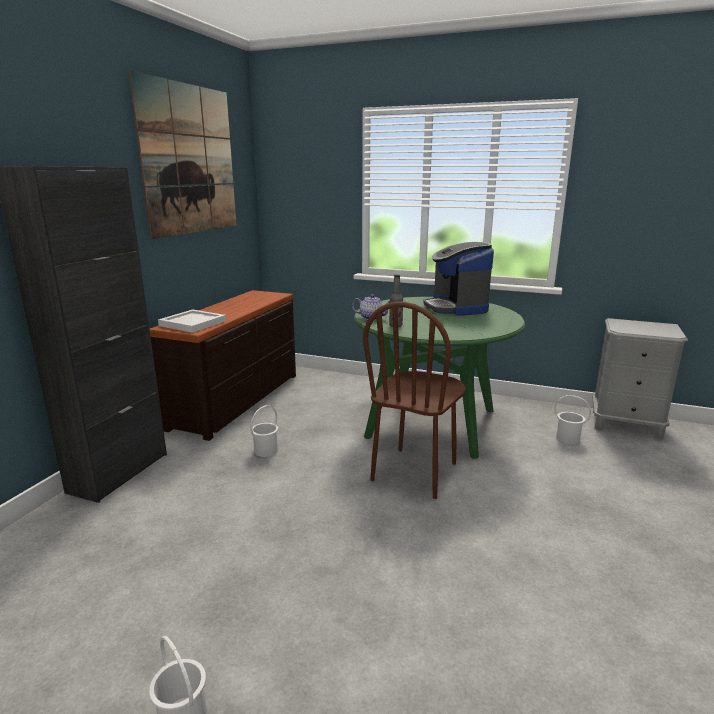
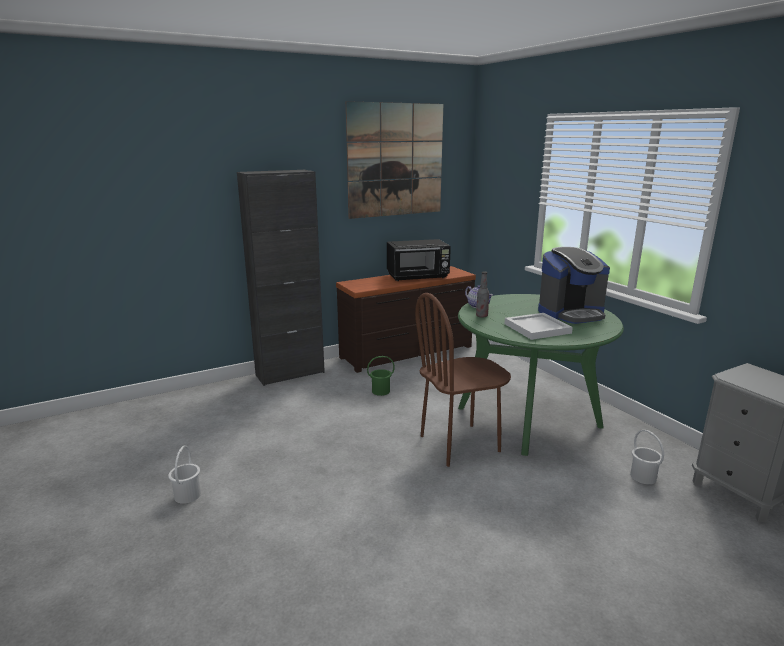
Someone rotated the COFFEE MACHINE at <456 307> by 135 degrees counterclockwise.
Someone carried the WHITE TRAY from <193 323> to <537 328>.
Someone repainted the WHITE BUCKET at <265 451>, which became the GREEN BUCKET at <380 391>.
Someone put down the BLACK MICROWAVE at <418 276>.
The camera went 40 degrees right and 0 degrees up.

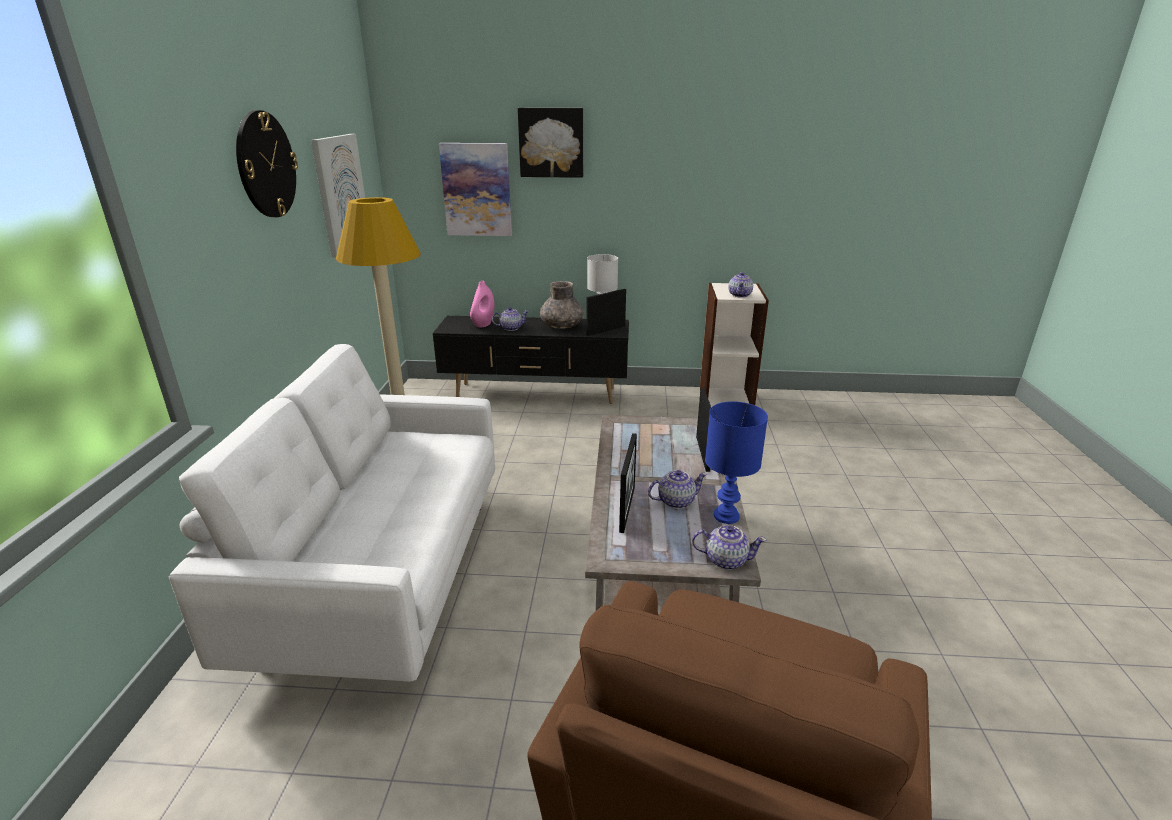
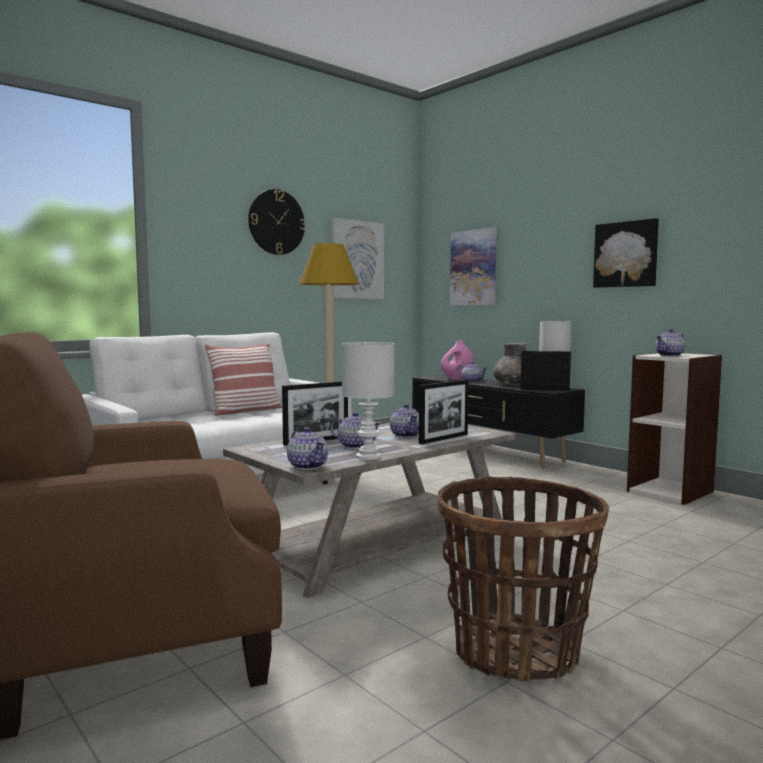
Someone carried the PICTURE from <551 142> to <626 254>.
Someone repainted the BLUE TABLE LAMP at <725 516>, which became the WHITE TABLE LAMP at <367 457>.
Someone put down the PILLOW at <245 411>.
Someone put down the TEAPOT at <406 435>.
Someone put down the BASKET at <516 651>.
The camera went 45 degrees right and 20 degrees down.

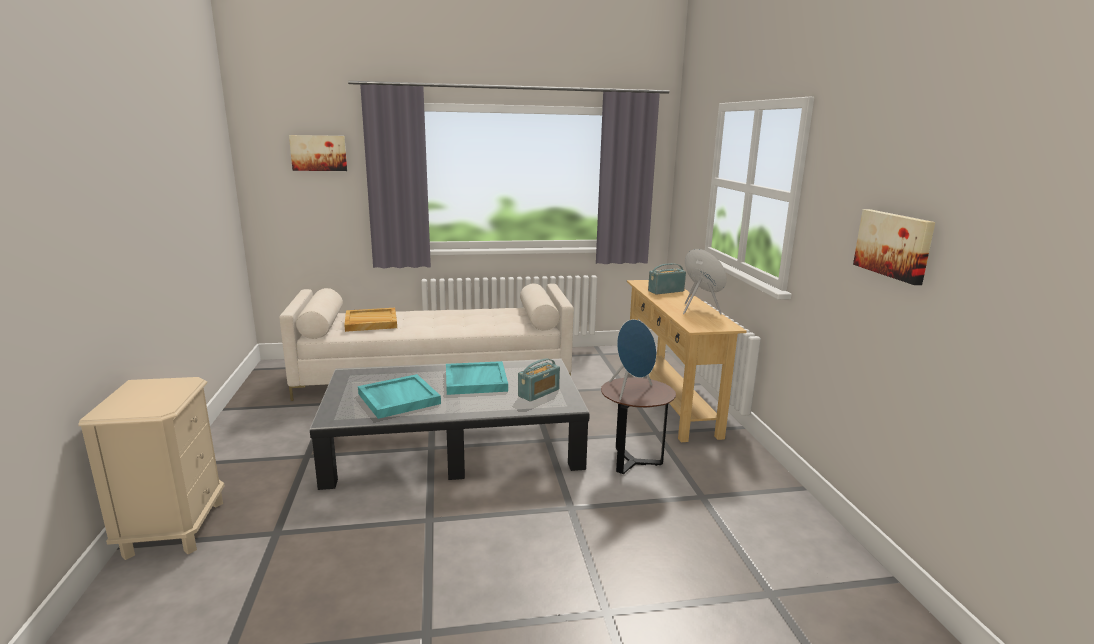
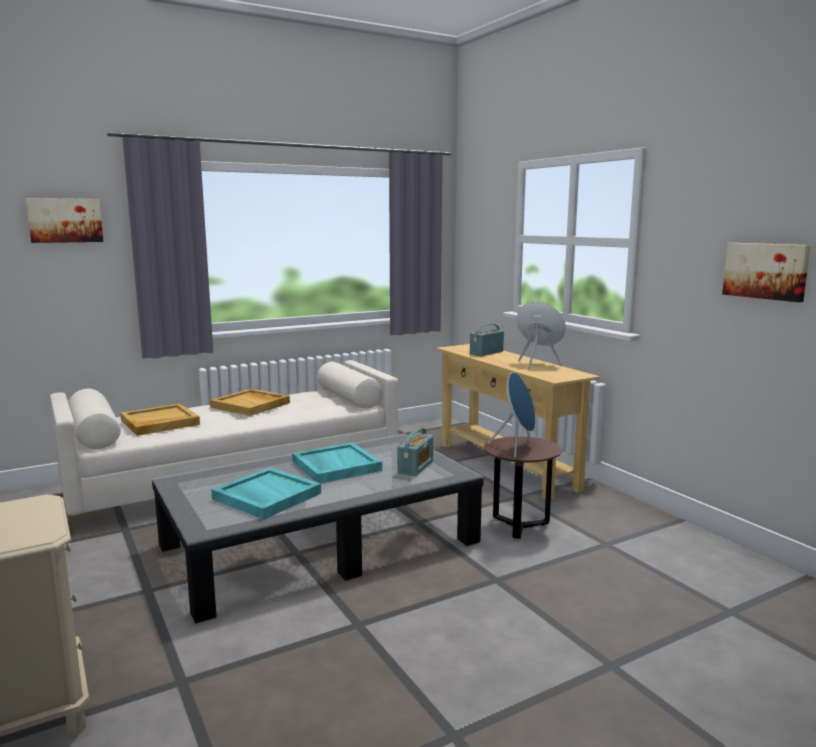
Someone put down the BEIGE TRAY at <251 405>.
The camera went 20 degrees left and 5 degrees down.

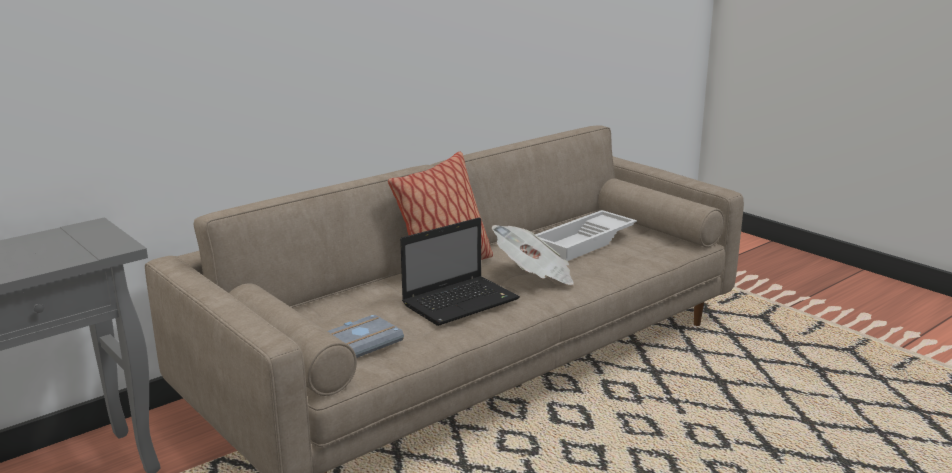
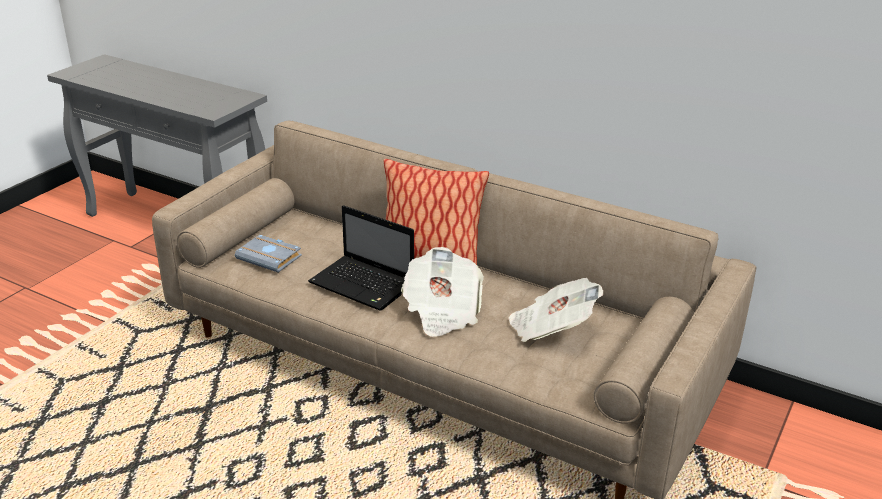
Someone swapped the WHITE TRAY at <585 243> for the NEWSPAPER at <551 329>.
The camera went 70 degrees right and 10 degrees up.

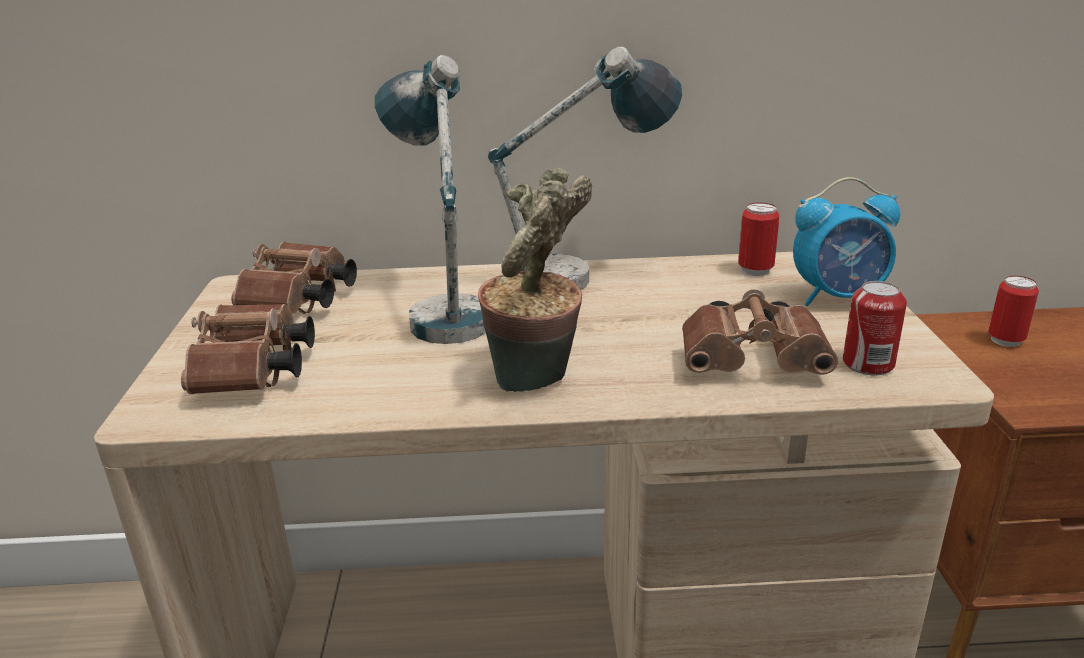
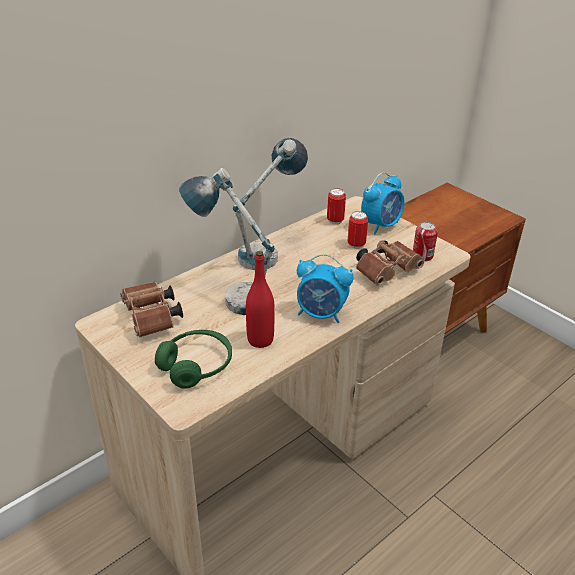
Someone swapped the POTTED PLANT at <537 381> for the ALARM CLOCK at <321 314>.
Someone carried the CAN from <1005 340> to <356 245>.
Someone swapped the BROWN BINOCULARS at <253 373> for the GREEN HEADPHONES at <196 365>.
Someone put down the RED BOTTLE at <260 340>.
The camera went 40 degrees left and 10 degrees up.

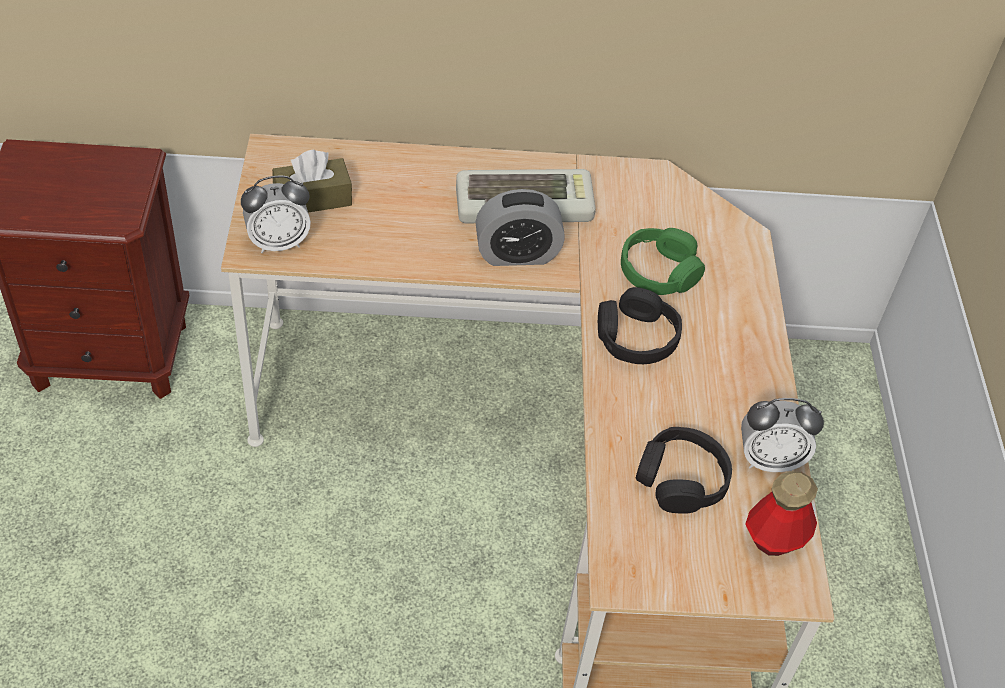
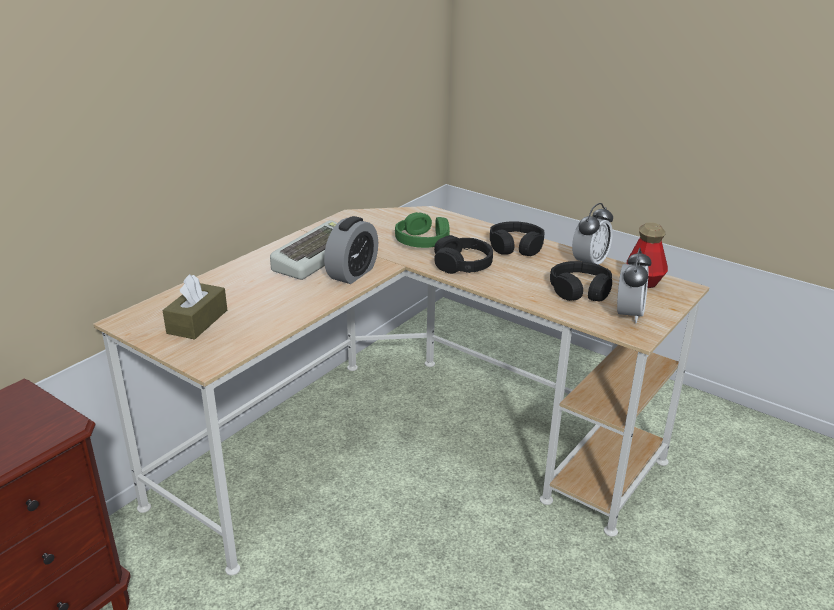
Someone carried the ALARM CLOCK from <278 242> to <628 315>.
Someone put down the BLACK HEADPHONES at <516 247>.
The camera went 50 degrees left and 20 degrees down.

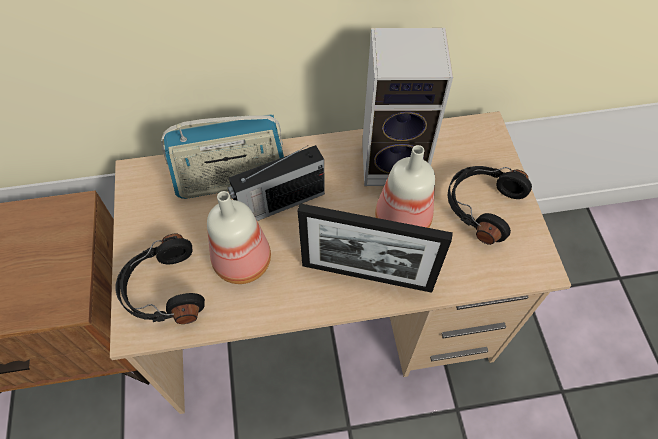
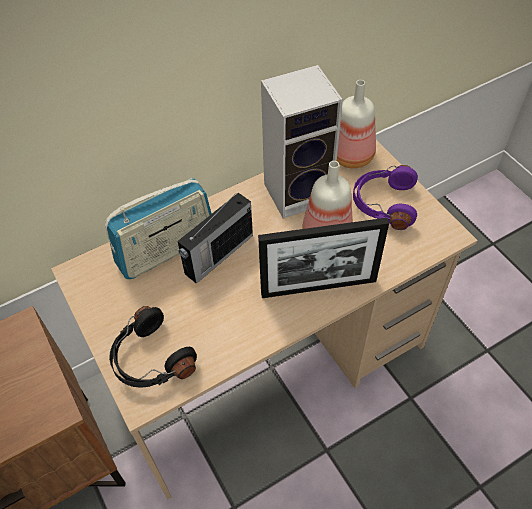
Someone repainted the BLACK HEADPHONES at <481 206>, which became the PURPLE HEADPHONES at <383 204>.
Someone carried the BOTTLE from <244 260> to <352 155>.
The camera went 20 degrees left and 5 degrees down.

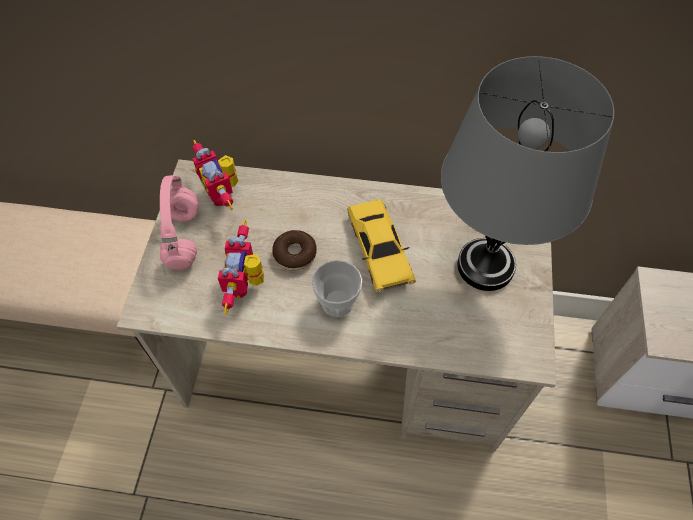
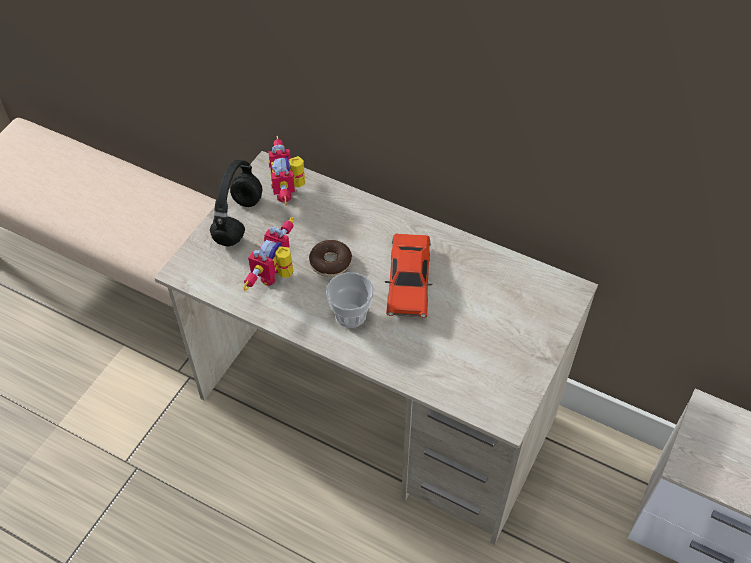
Someone took away the GREY TABLE LAMP at <485 266>.
Someone repainted the PINK HEADPHONES at <184 239>, which became the BLACK HEADPHONES at <239 221>.
Someone repainted the YELLOW TOY CAR at <379 251>, which became the RED TOY CAR at <408 282>.
The camera went 20 degrees right and 5 degrees down.

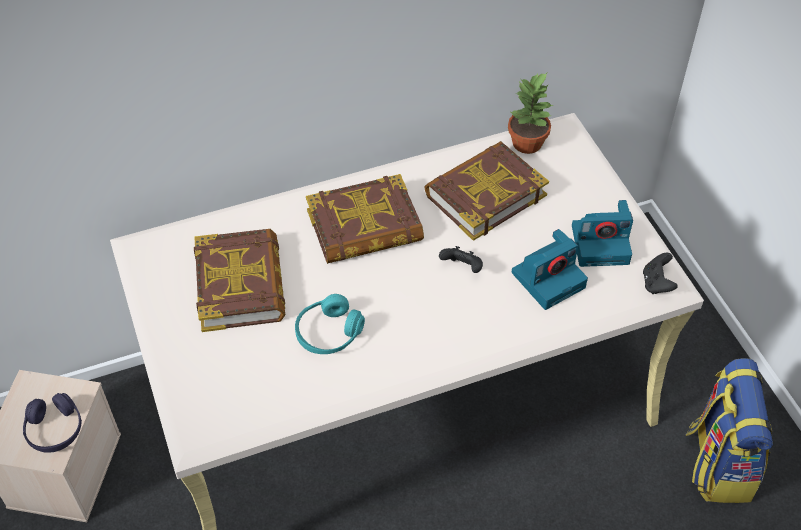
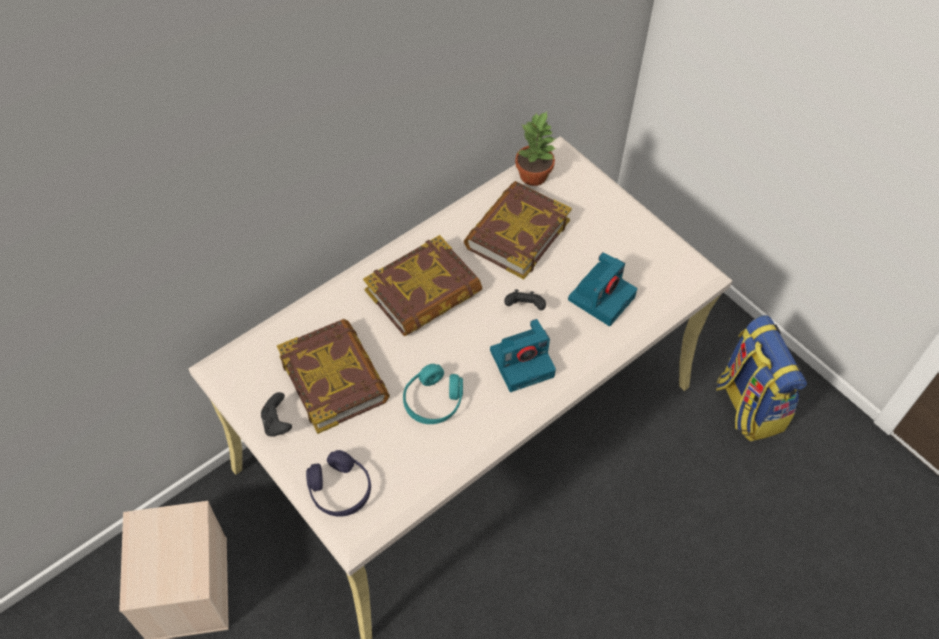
Someone carried the PHOTO CAMERA from <601 243> to <523 362>.
Someone carried the BLACK GAME CONTROLLER from <656 283> to <277 423>.
Someone carried the PURPLE HEADPHONES from <55 429> to <340 490>.
The camera went 20 degrees left and 5 degrees up.

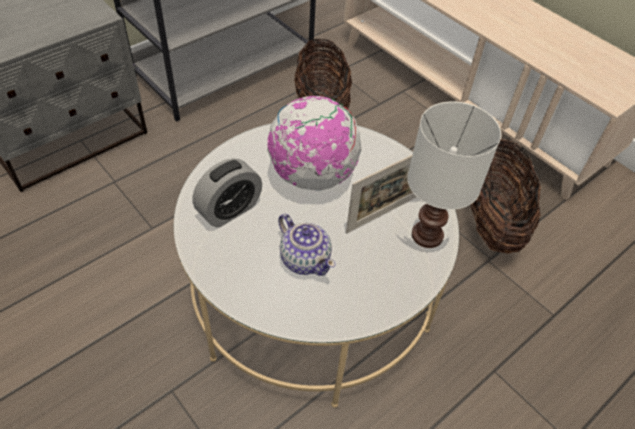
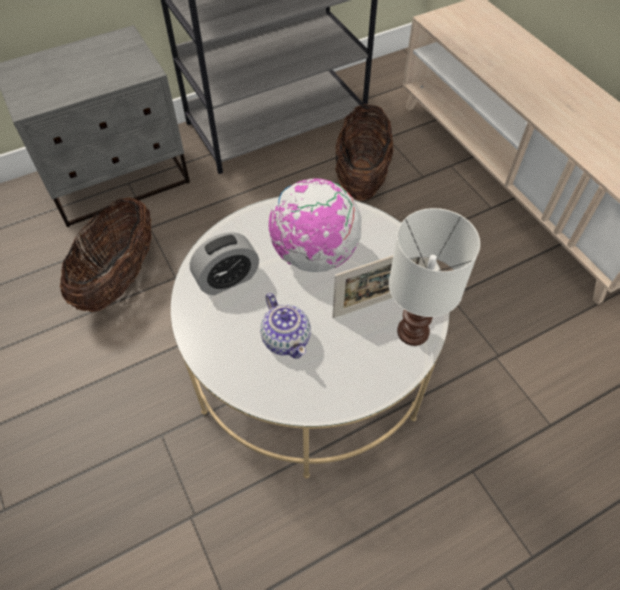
Someone carried the BASKET from <492 220> to <119 278>.
The camera went 15 degrees right and 5 degrees up.

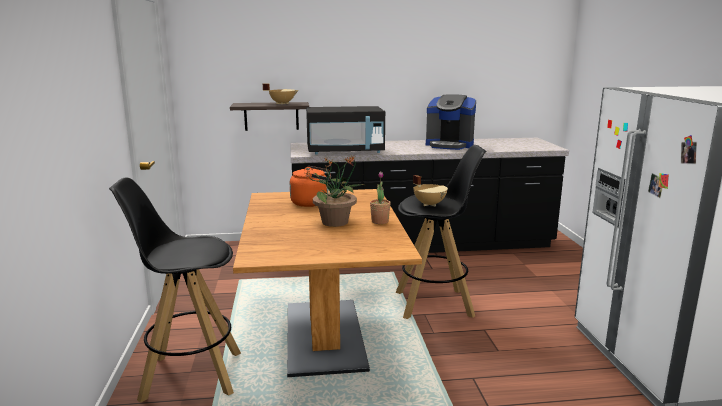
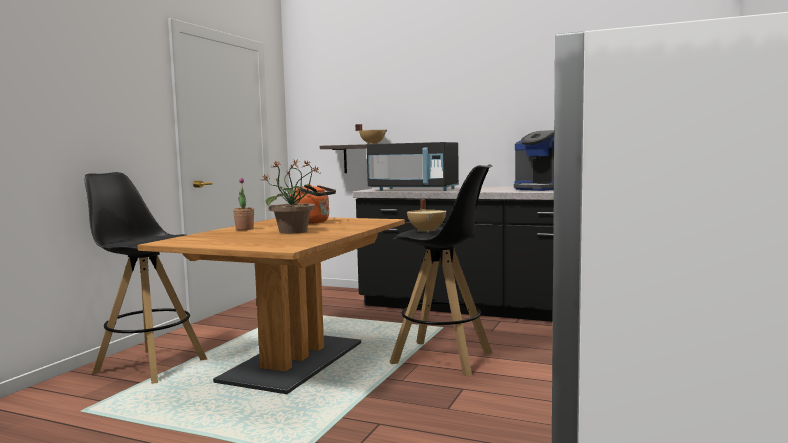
Someone carried the POTTED PLANT from <380 221> to <244 229>.
The camera went 30 degrees right and 10 degrees down.

